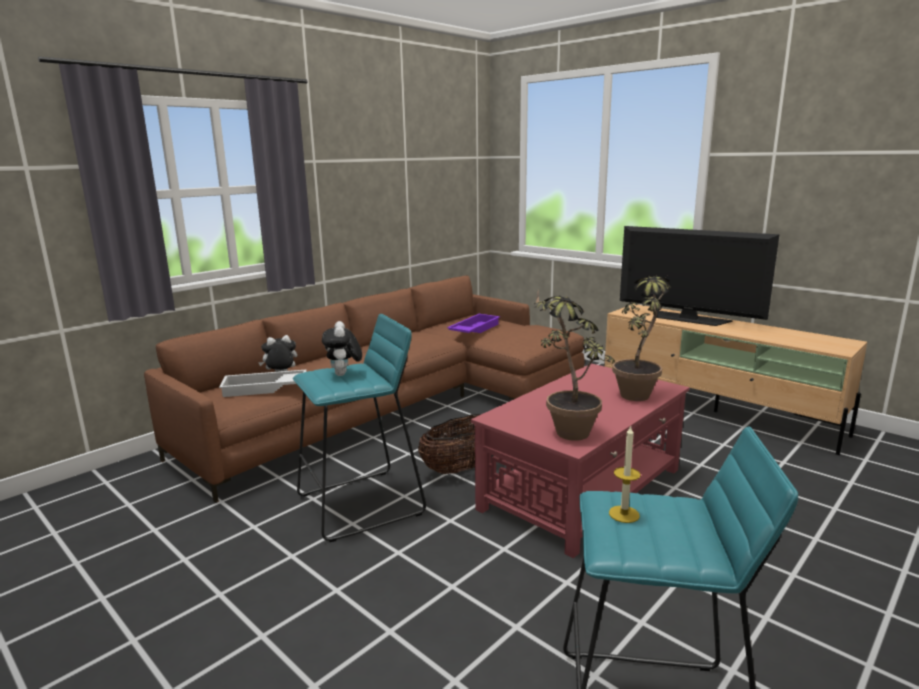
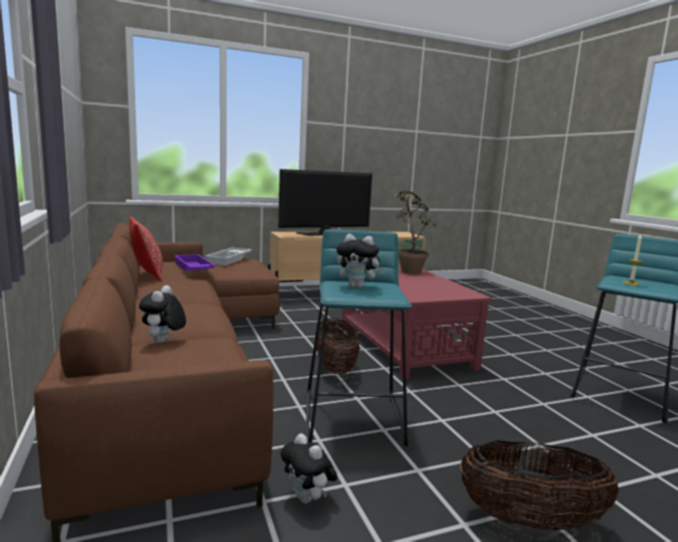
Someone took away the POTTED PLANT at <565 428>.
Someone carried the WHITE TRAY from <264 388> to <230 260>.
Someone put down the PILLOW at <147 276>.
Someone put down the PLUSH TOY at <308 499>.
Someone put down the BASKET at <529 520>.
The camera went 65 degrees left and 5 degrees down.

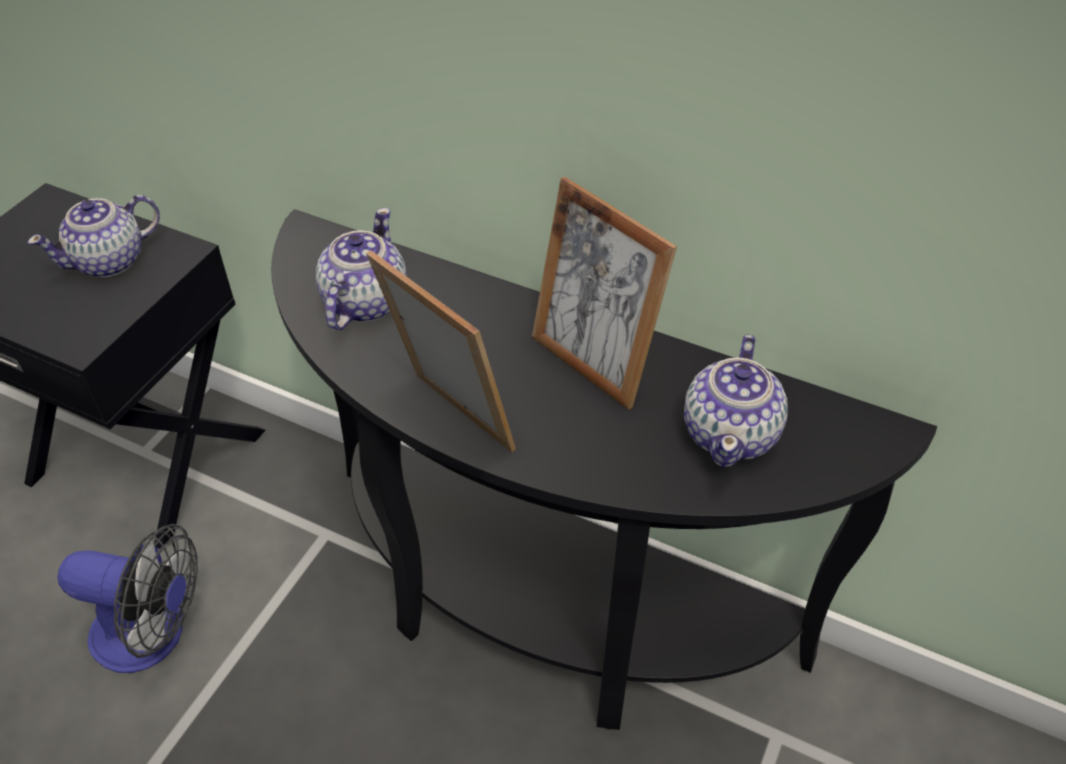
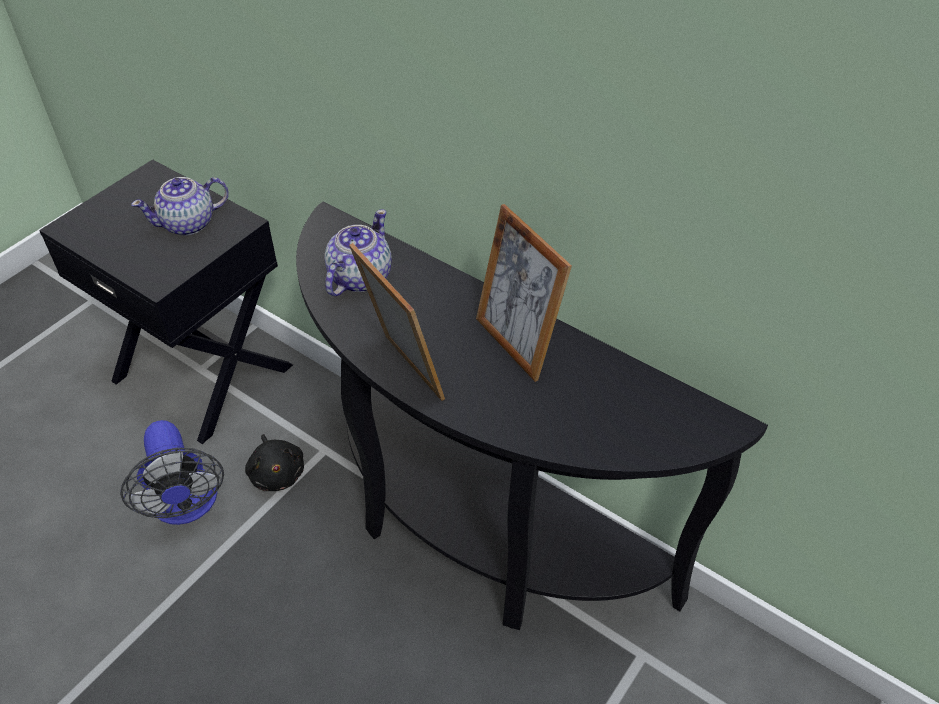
Someone took away the TEAPOT at <731 433>.
Someone rotated the FAN at <153 635> by 45 degrees clockwise.
Someone put down the BLACK PLUSH TOY at <277 473>.
The camera went 10 degrees right and 0 degrees up.

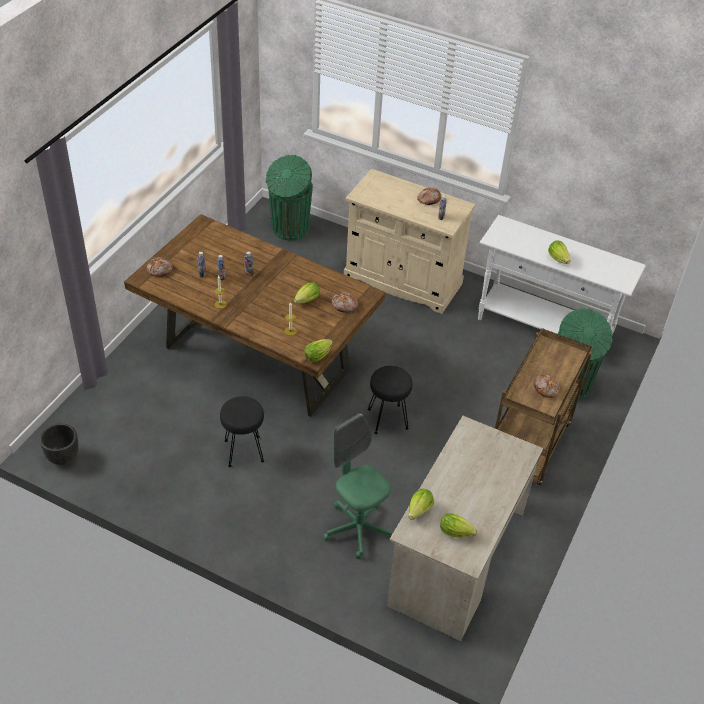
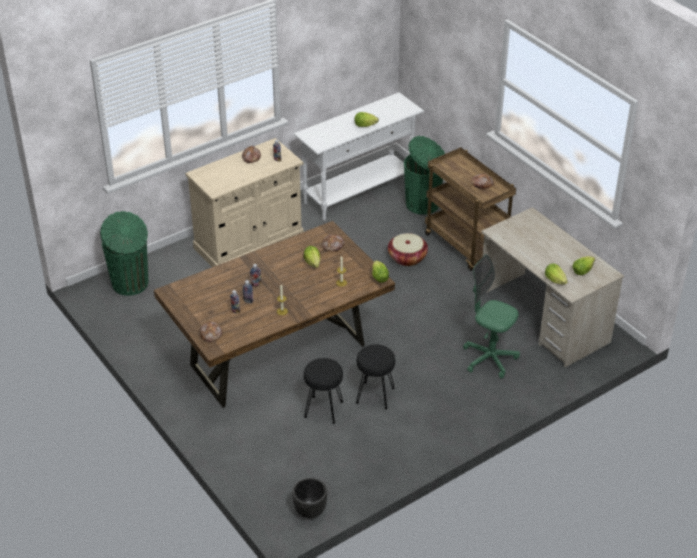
Someone carried the BLACK STOOL from <387 419> to <324 410>.
Someone rotated the GREEN OFFICE CHAIR at <357 529> by 45 degrees clockwise.
Someone put down the BASKET at <407 258>.
The camera went 60 degrees left and 5 degrees down.

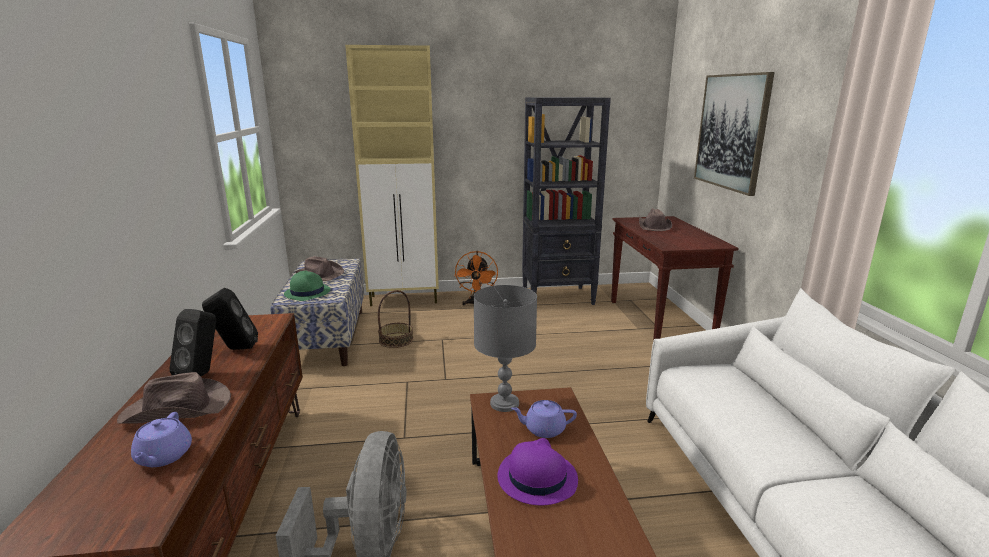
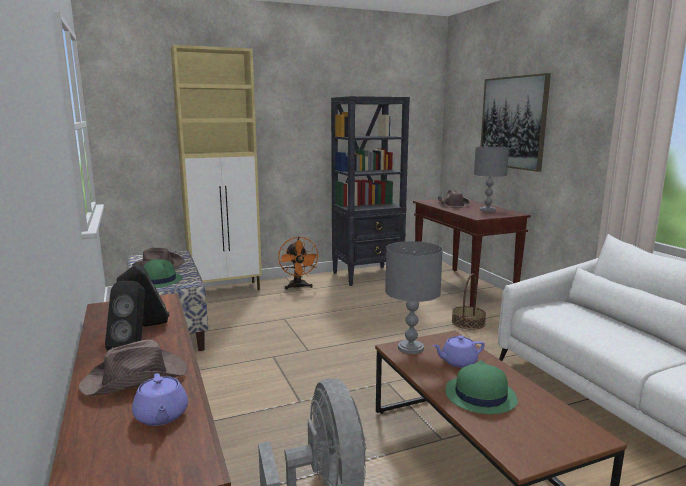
Someone carried the BASKET from <396 340> to <468 322>.
Someone repainted the PURPLE HAT at <536 478>, which became the GREEN HAT at <480 396>.
Someone put down the GREY TABLE LAMP at <487 210>.
The camera went 15 degrees left and 5 degrees down.

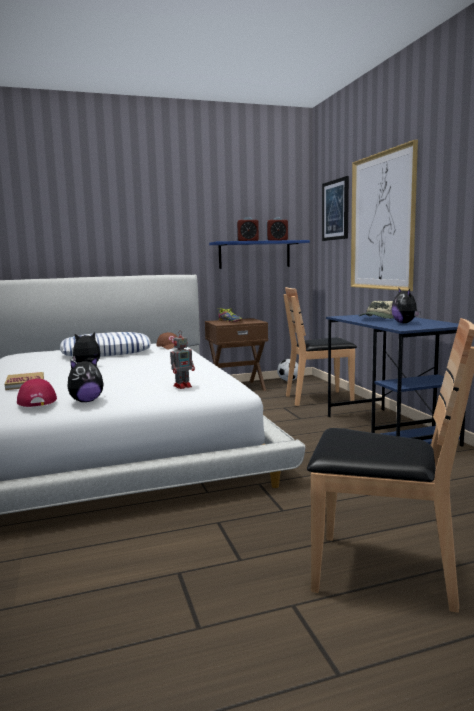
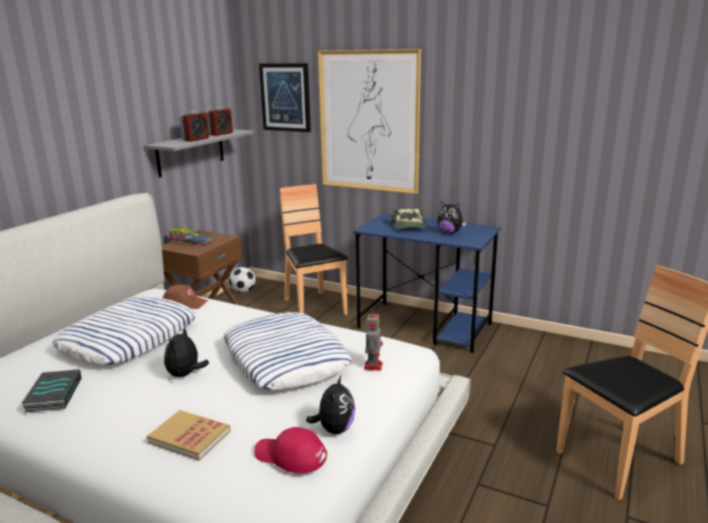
Someone repainted the BLUE SHELF at <254 254>, which became the GREY SHELF at <191 152>.
Someone rotated the BROWN CHAIR at <319 399> by 120 degrees clockwise.
Someone put down the PILLOW at <285 359>.
Someone put down the BOOK at <53 394>.
The camera went 45 degrees left and 10 degrees up.

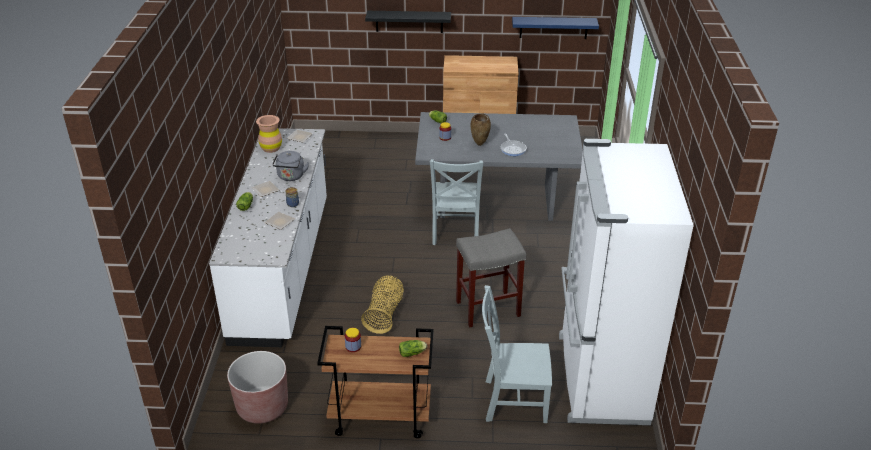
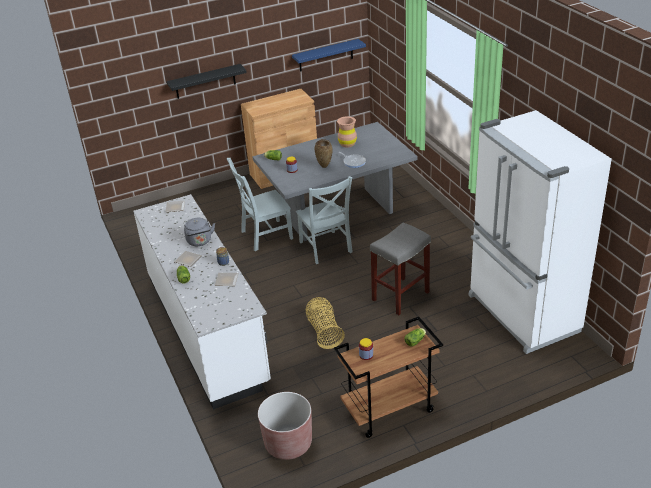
Someone carried the BROWN VASE from <271 148> to <347 144>.
Someone carried the GREY CHAIR from <512 400> to <264 235>.
The camera went 25 degrees left and 0 degrees up.

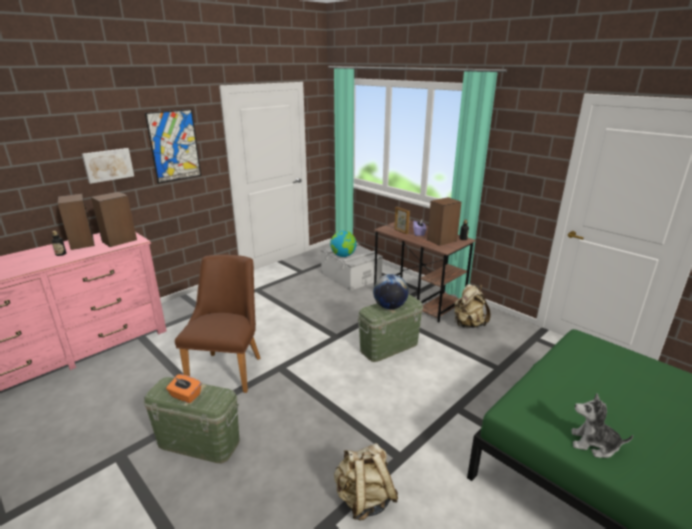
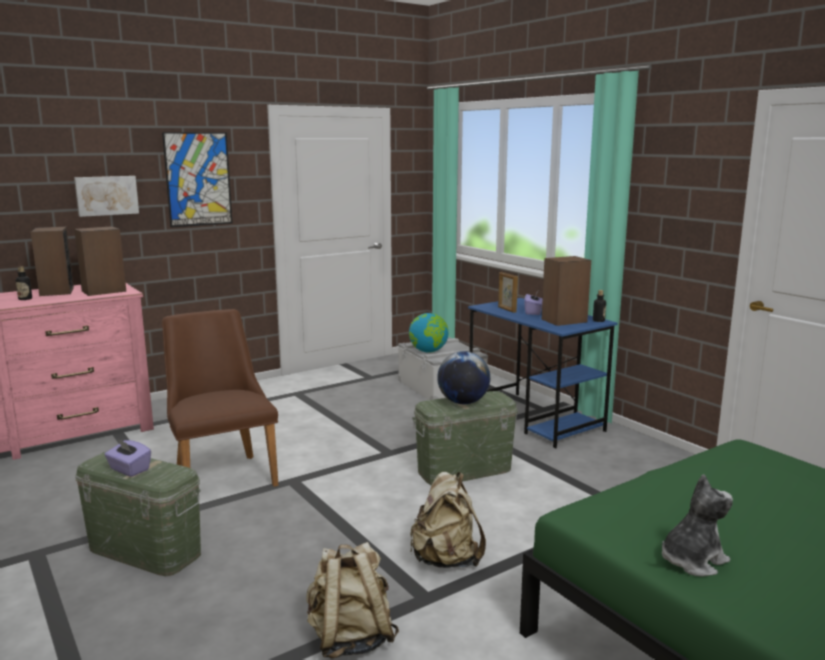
Someone repainted the BROWN DESK at <418 299>, which became the BLUE DESK at <535 419>.
Someone rotated the BROWN CHAIR at <229 367> by 45 degrees counterclockwise.
Someone carried the BEIGE BACKPACK from <468 324> to <446 560>.
Someone repainted the ORANGE TISSUE BOX at <185 396>, which became the PURPLE TISSUE BOX at <129 469>.
Someone rotated the PLUSH TOY at <593 444> by 120 degrees clockwise.
The camera went 10 degrees right and 10 degrees down.

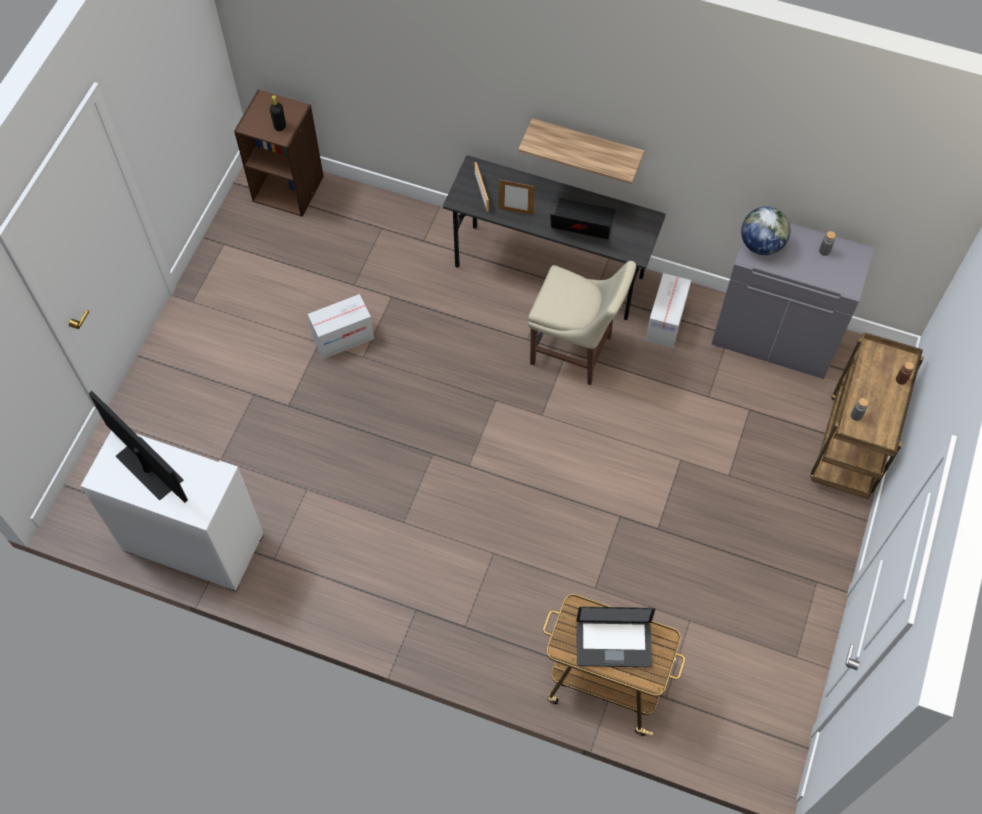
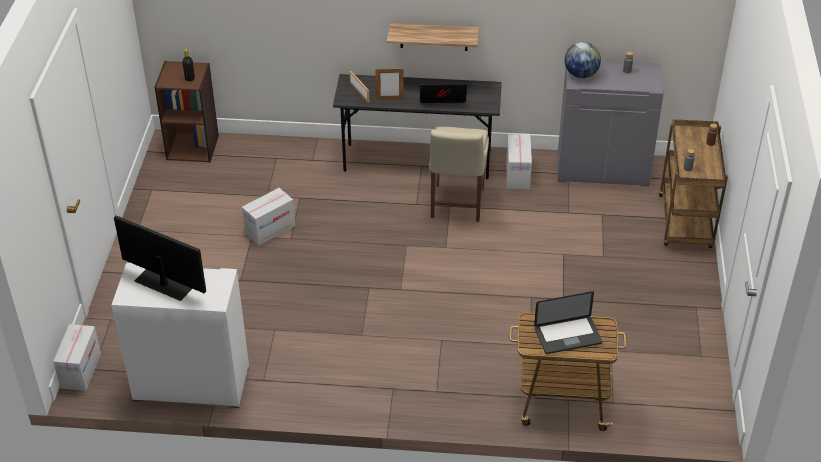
Someone rotated the BEIGE CHAIR at <575 352> by 90 degrees clockwise.
Someone put down the CARDBOARD BOX at <80 370>.
The camera went 15 degrees left and 20 degrees down.

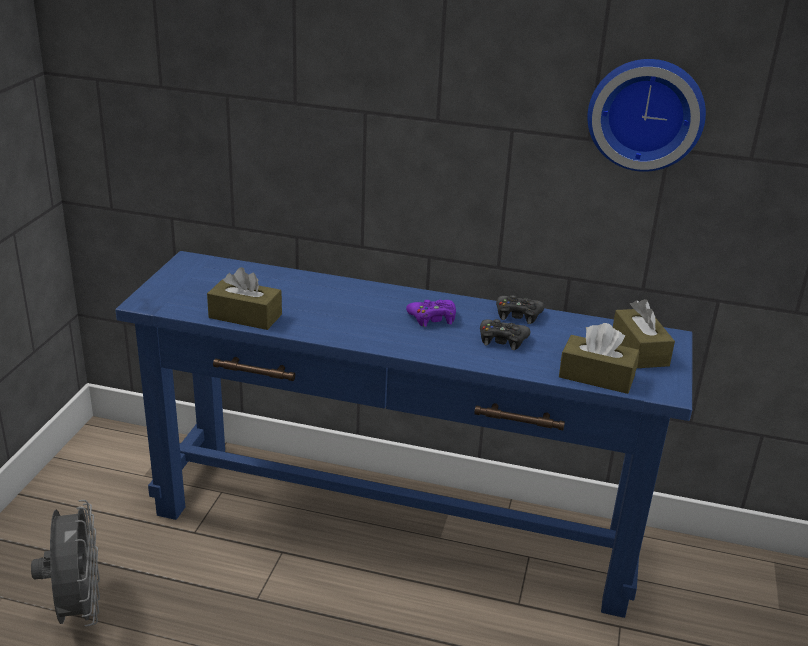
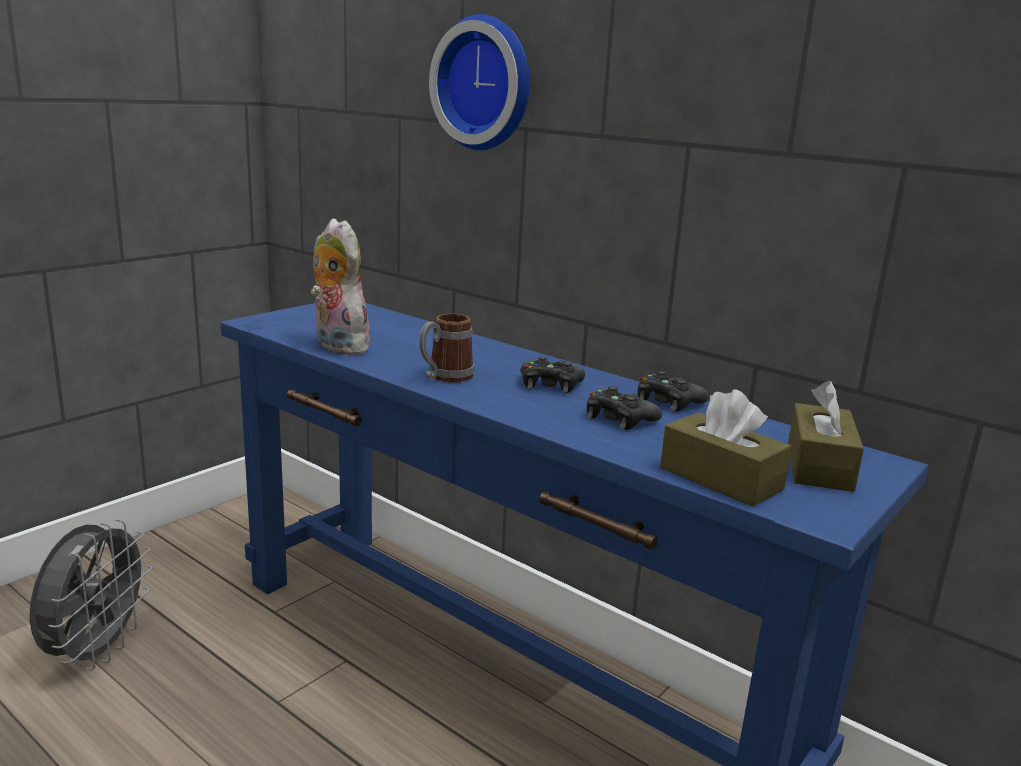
Someone carried the WALL CLOCK from <646 113> to <486 84>.
Someone swapped the BROWN TISSUE BOX at <245 316> for the PLUSH TOY at <337 346>.
Someone repainted the PURPLE GAME CONTROLLER at <432 318>, which became the BLACK GAME CONTROLLER at <550 385>.
Someone put down the MUG at <444 377>.
The camera went 25 degrees right and 10 degrees down.

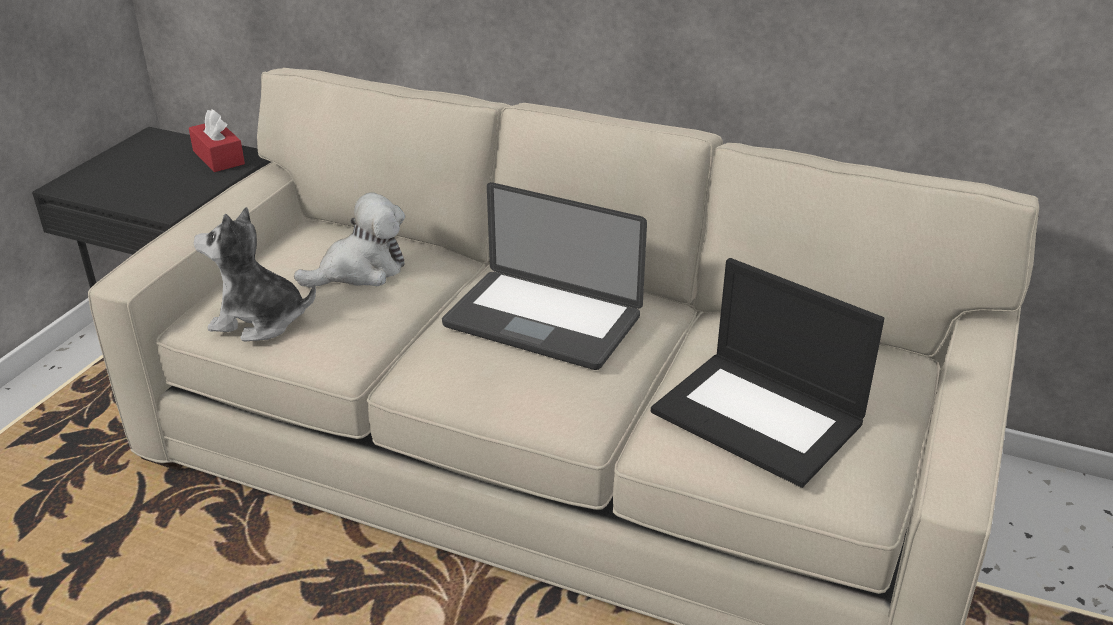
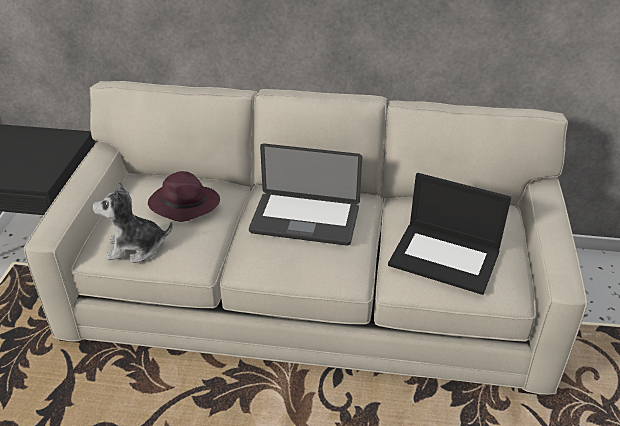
Someone took away the RED TISSUE BOX at <218 157>.
Someone swapped the PLUSH TOY at <360 271> for the PURPLE HAT at <183 204>.
The camera went 15 degrees left and 5 degrees up.

